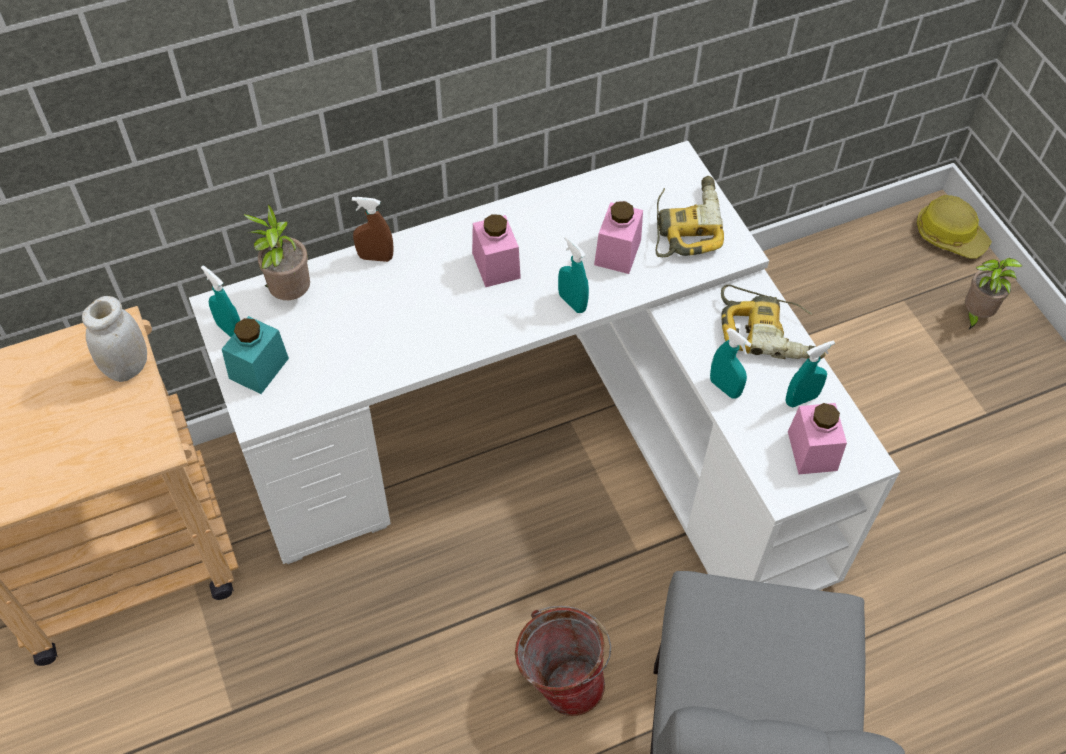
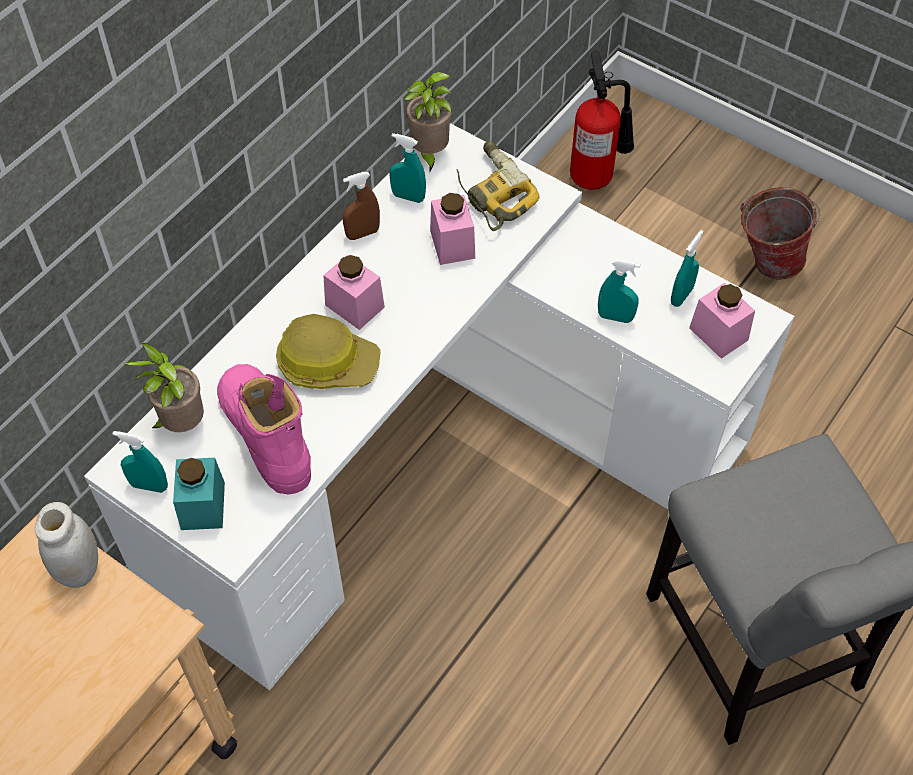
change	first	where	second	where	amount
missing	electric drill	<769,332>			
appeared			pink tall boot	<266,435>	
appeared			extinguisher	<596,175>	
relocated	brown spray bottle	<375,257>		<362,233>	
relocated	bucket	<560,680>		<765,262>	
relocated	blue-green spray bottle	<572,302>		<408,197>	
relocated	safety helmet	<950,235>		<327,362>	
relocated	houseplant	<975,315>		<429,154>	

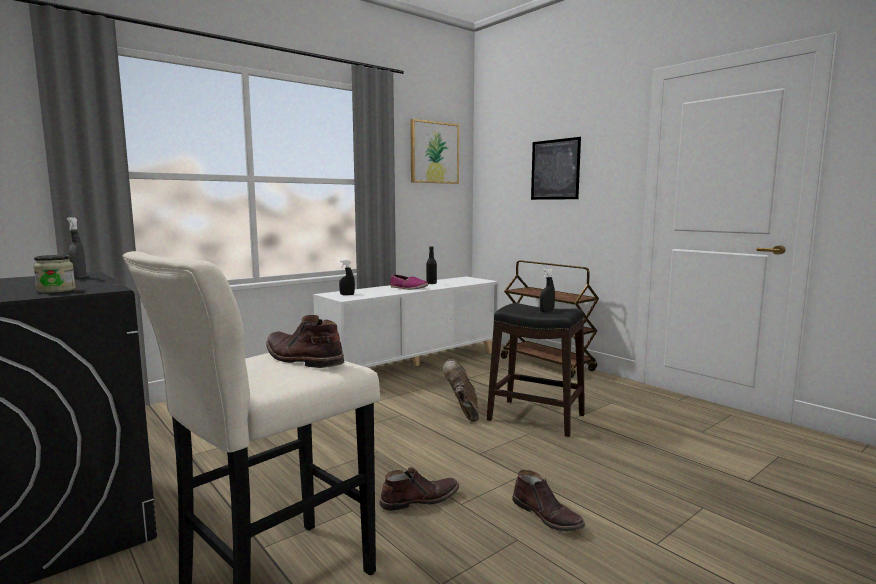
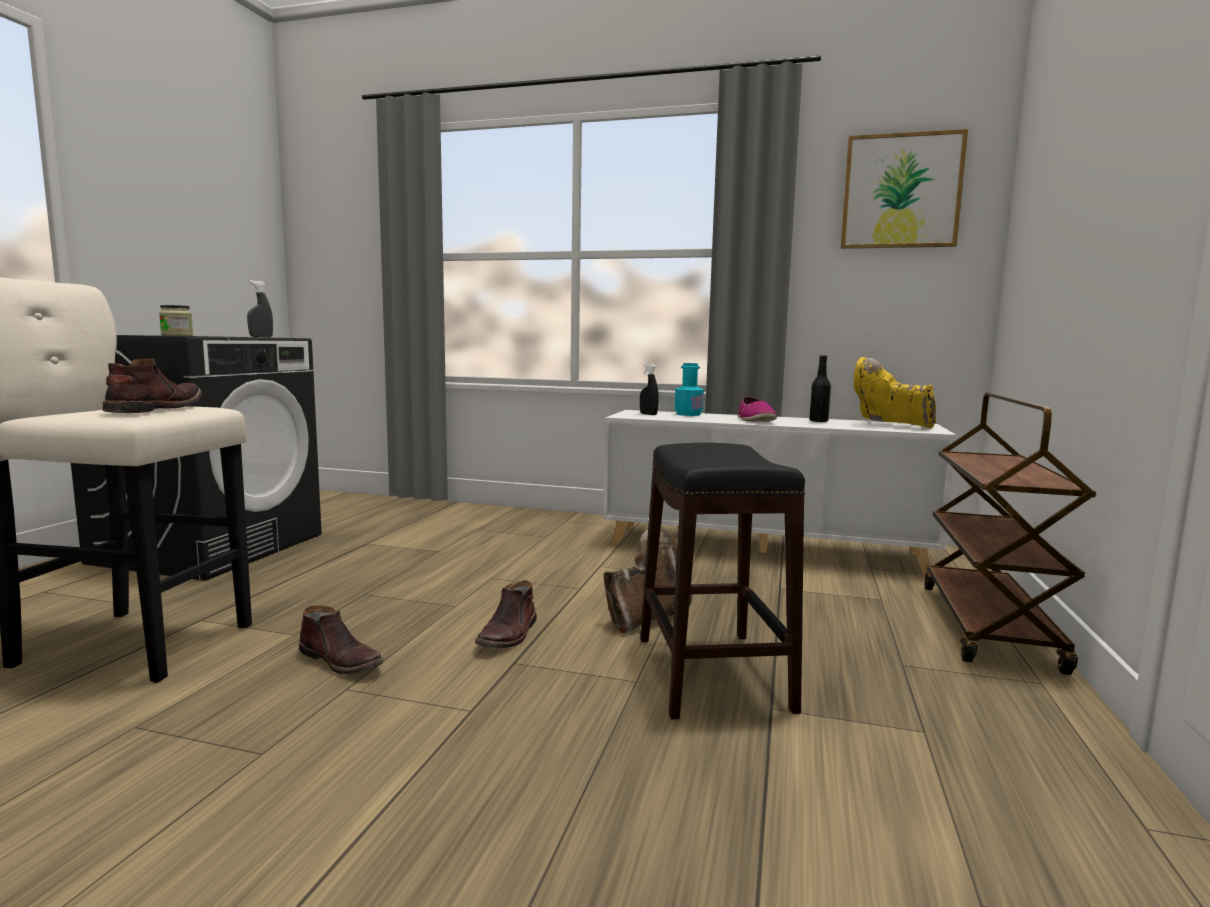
change	first	where	second	where	amount
missing	picture	<555,169>			
missing	blackish spray bottle	<546,311>			
appeared			blue-green drink bottle	<688,414>	
appeared			yellowish tall boot	<890,425>	
relocated	brown tall boot	<547,515>		<509,635>	

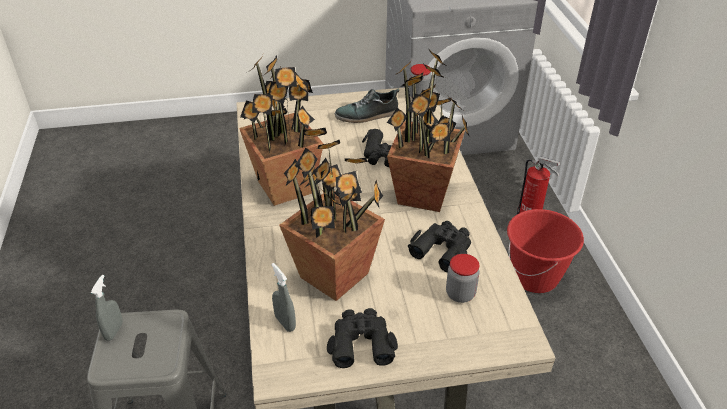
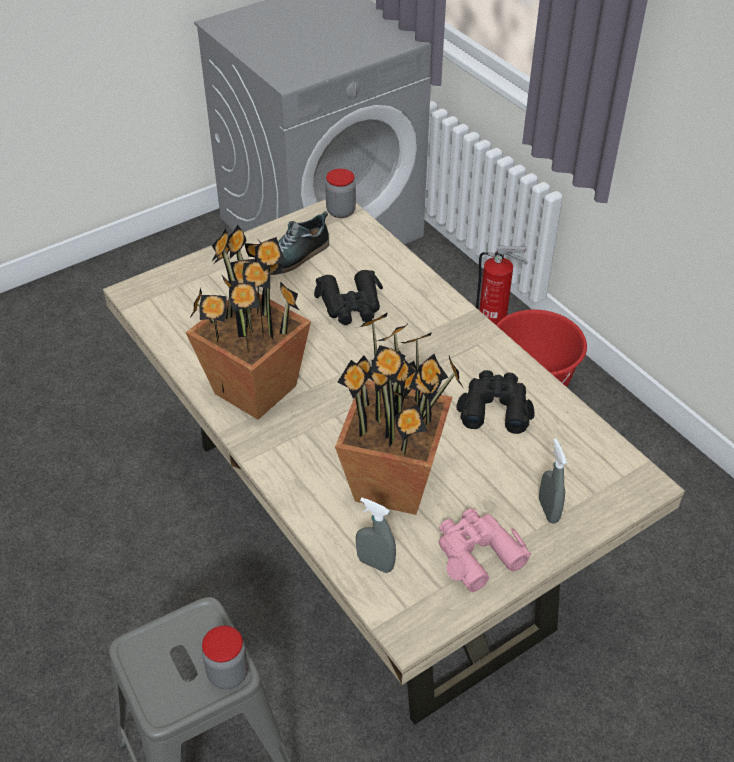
change	first	where	second	where	amount
missing	houseplant	<423,195>			
relocated	gray spray bottle	<114,331>		<548,510>	
relocated	storage jar	<460,294>		<228,674>	
colour	blackish field glasses	<361,342>	pink field glasses	<477,553>	

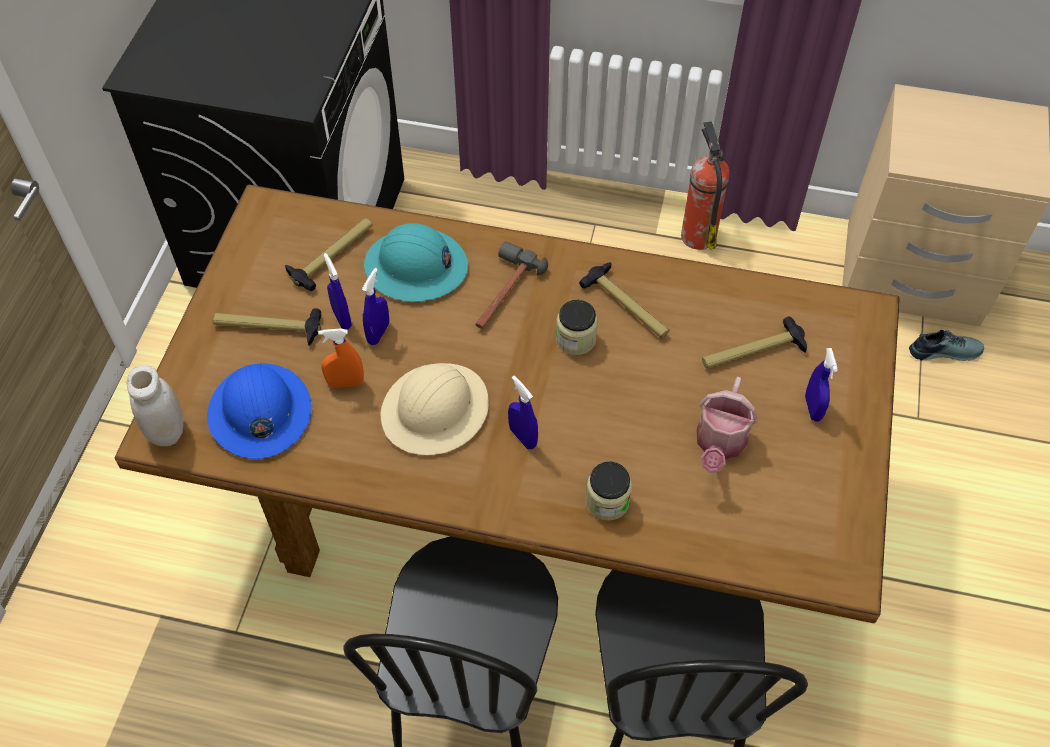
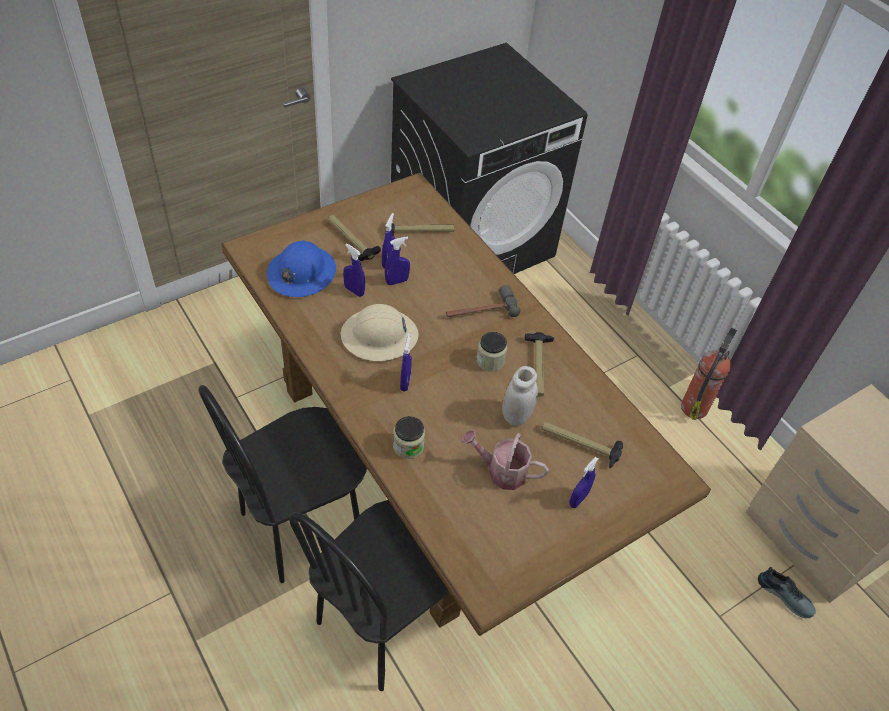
change	first	where	second	where	amount
missing	blue-green safety helmet	<416,267>			
relocated	white storage jar	<167,431>		<516,416>	
colour	orange-coloured spray bottle	<345,383>	blue spray bottle	<354,291>	
spun	watering can	<719,444>		<501,471>	45 degrees clockwise

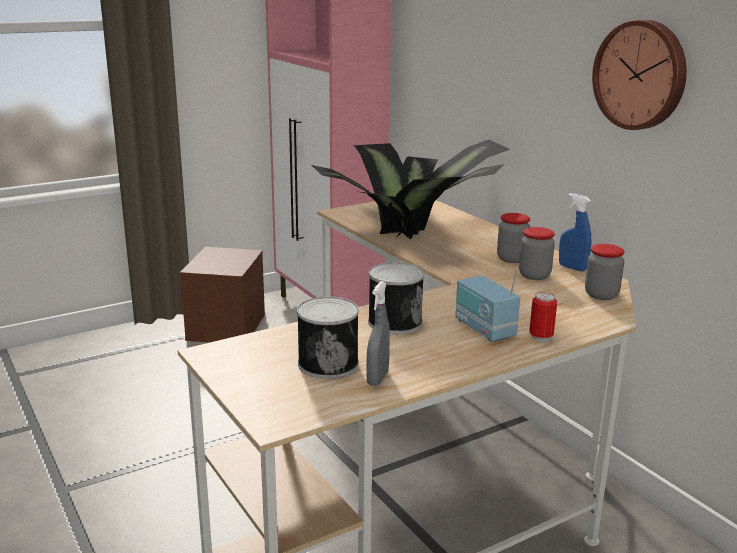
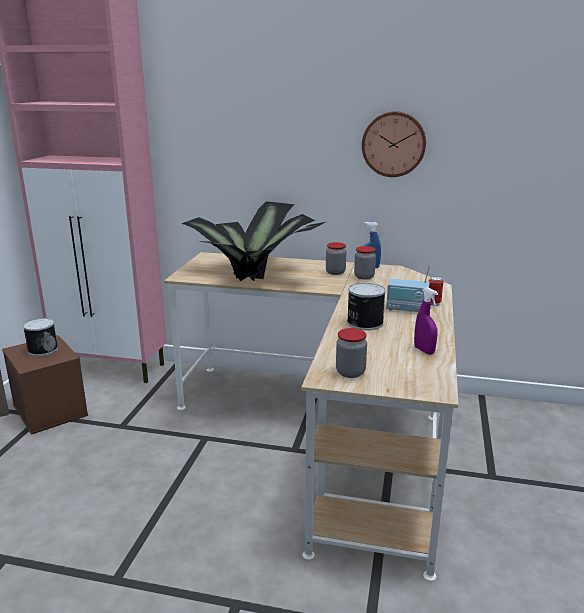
change	first	where	second	where	amount
relocated	sealed can	<328,363>		<42,349>	
relocated	storage jar	<601,295>		<350,372>	
colour	gray spray bottle	<377,378>	purple spray bottle	<424,351>	

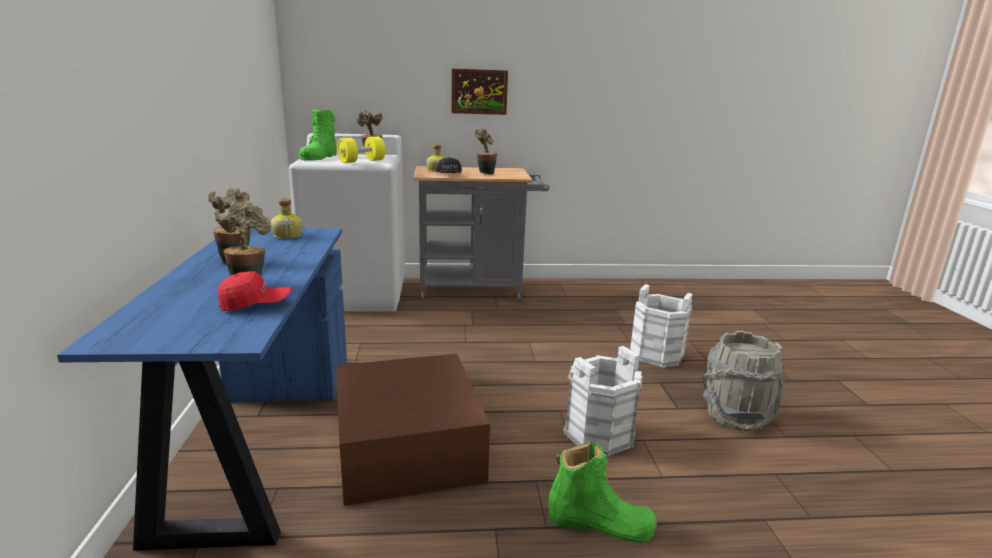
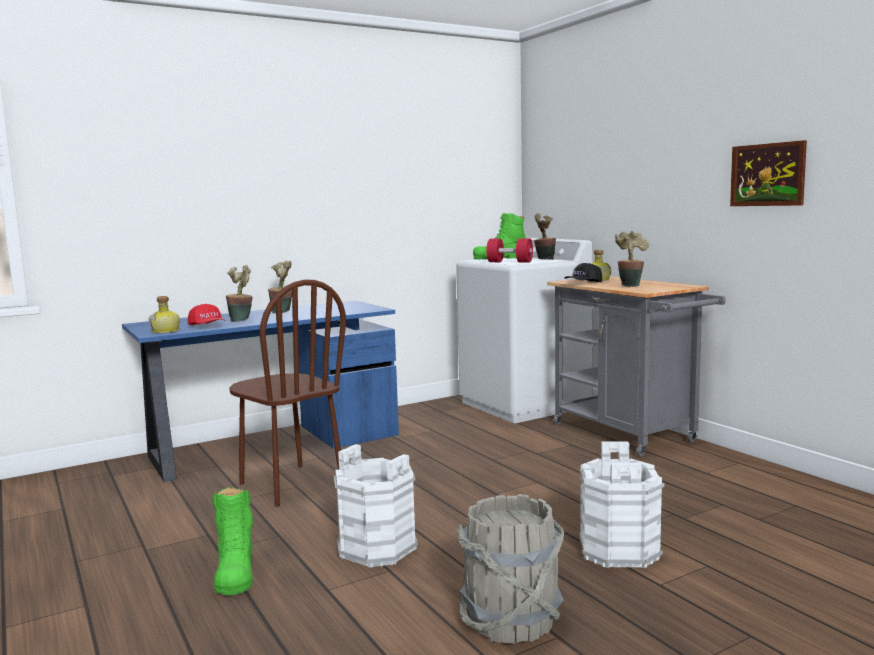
change	first	where	second	where	amount
relocated	drink bottle	<288,235>		<166,331>	
relocated	picture	<479,91>		<767,175>	
exchanged	brown storage box	<408,447>	brown chair	<290,484>	
colour	yellowish hand weight	<361,161>	reddish hand weight	<509,262>	

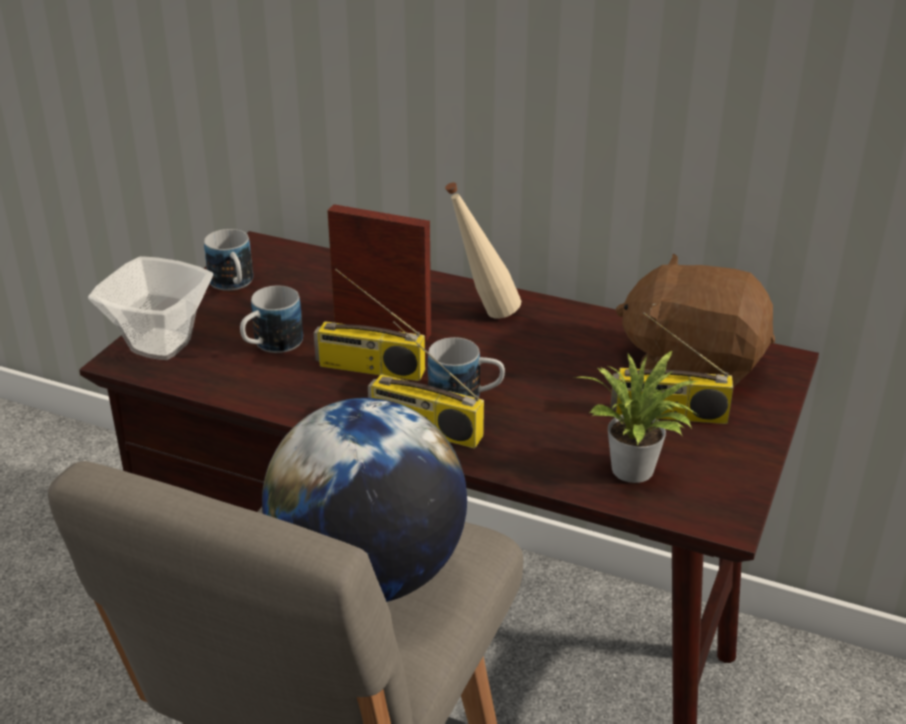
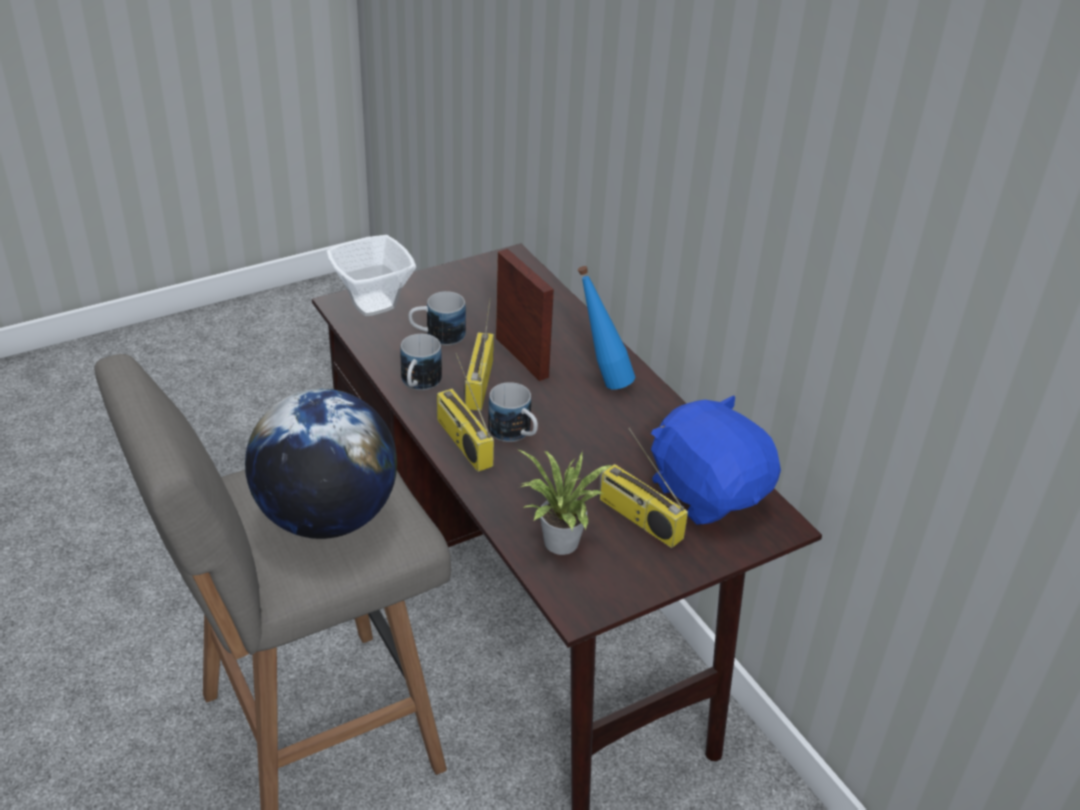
change	first	where	second	where	amount
relocated	coffee mug	<234,285>		<418,384>	
colour	beige-coloured drink bottle	<483,315>	blue drink bottle	<602,380>	
colour	brown cuddly toy	<693,363>	blue cuddly toy	<708,491>	
spun	radio	<369,369>		<478,382>	45 degrees clockwise

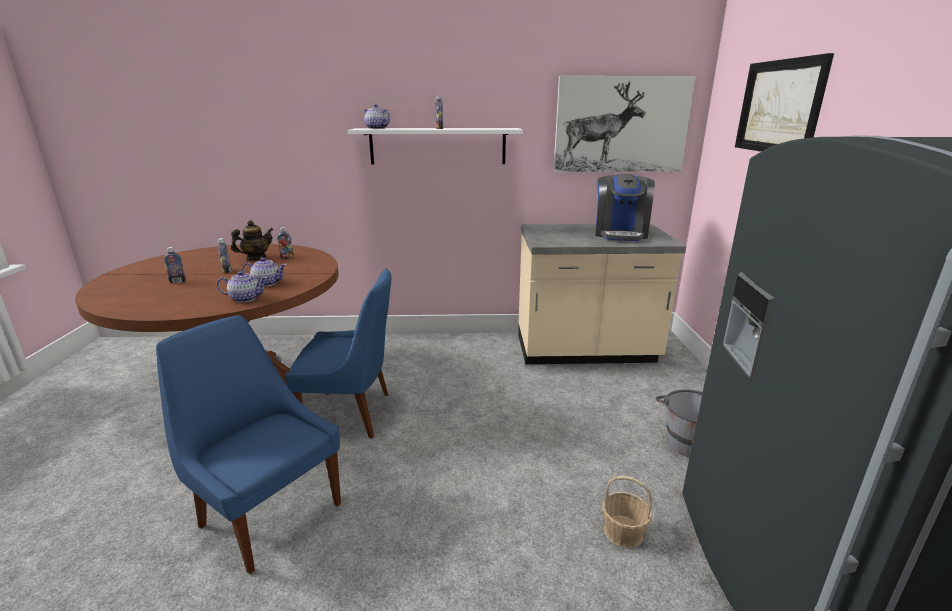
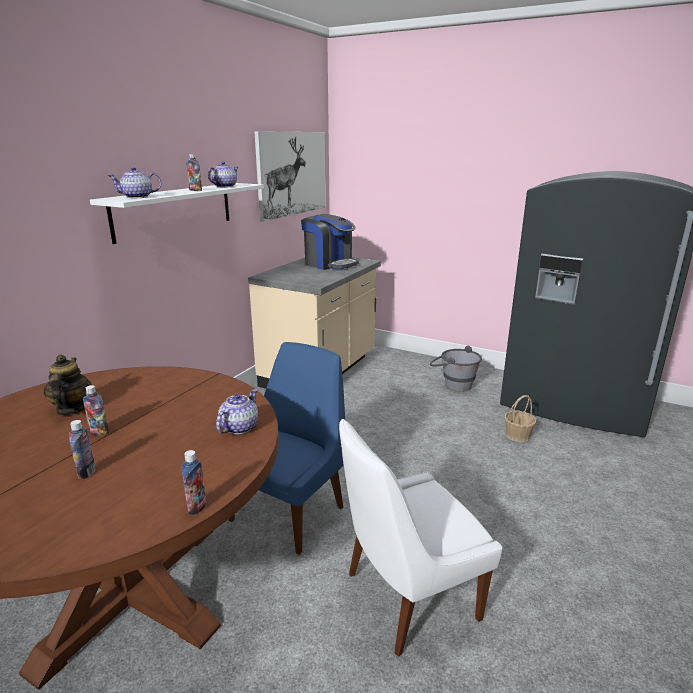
change	first	where	second	where	amount
missing	picture	<779,107>			
relocated	pot for tea	<267,283>		<224,186>	
relocated	drink bottle	<287,258>		<197,507>	
colour	blue chair	<268,512>	white chair	<406,597>	

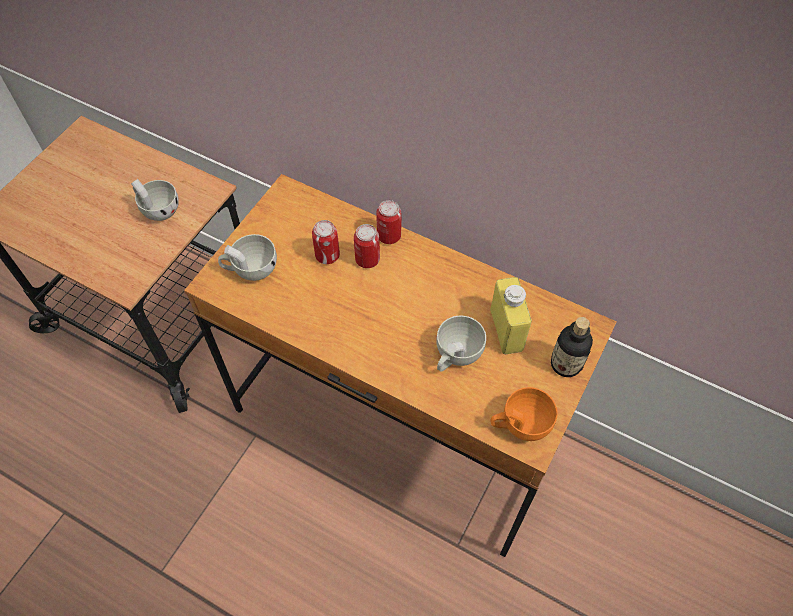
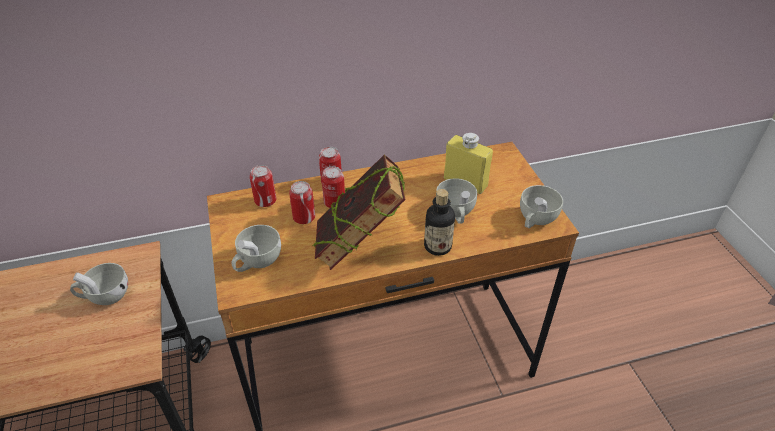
change	first	where	second	where	amount
appeared			sealed can	<265,201>	
appeared			book	<359,247>	
relocated	drink bottle	<565,364>		<437,246>	
colour	orange-coloured drinking cup	<520,424>	white drinking cup	<535,220>	

